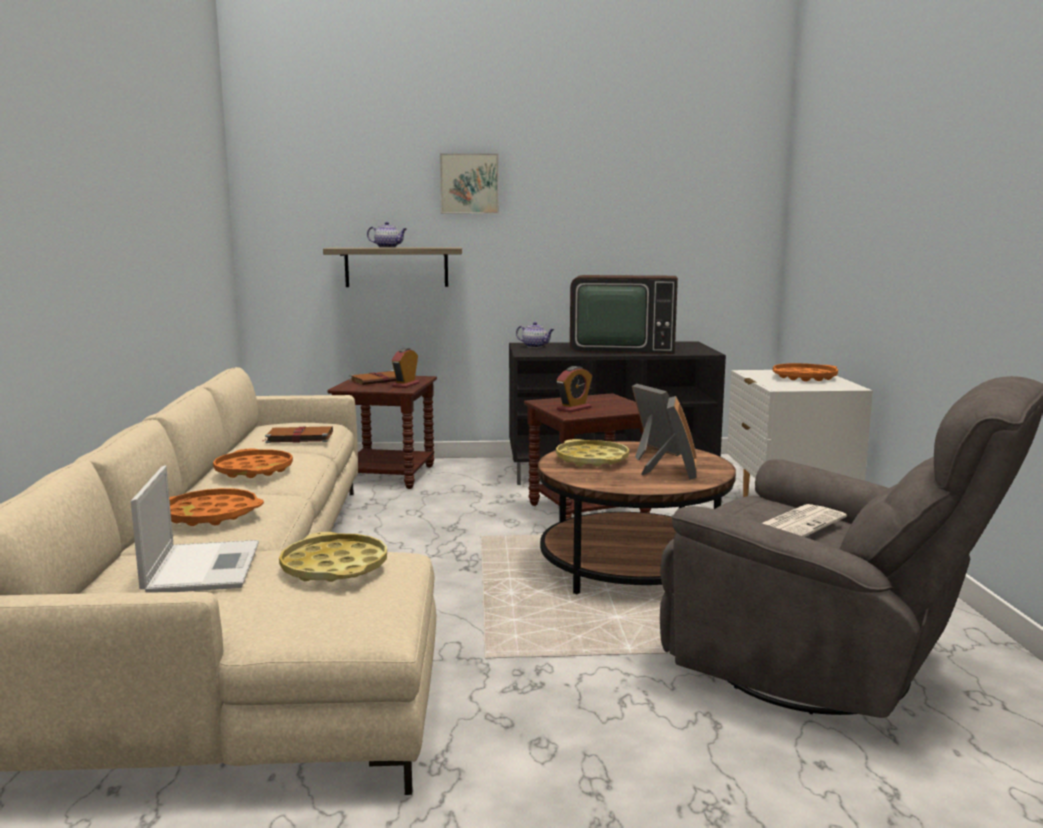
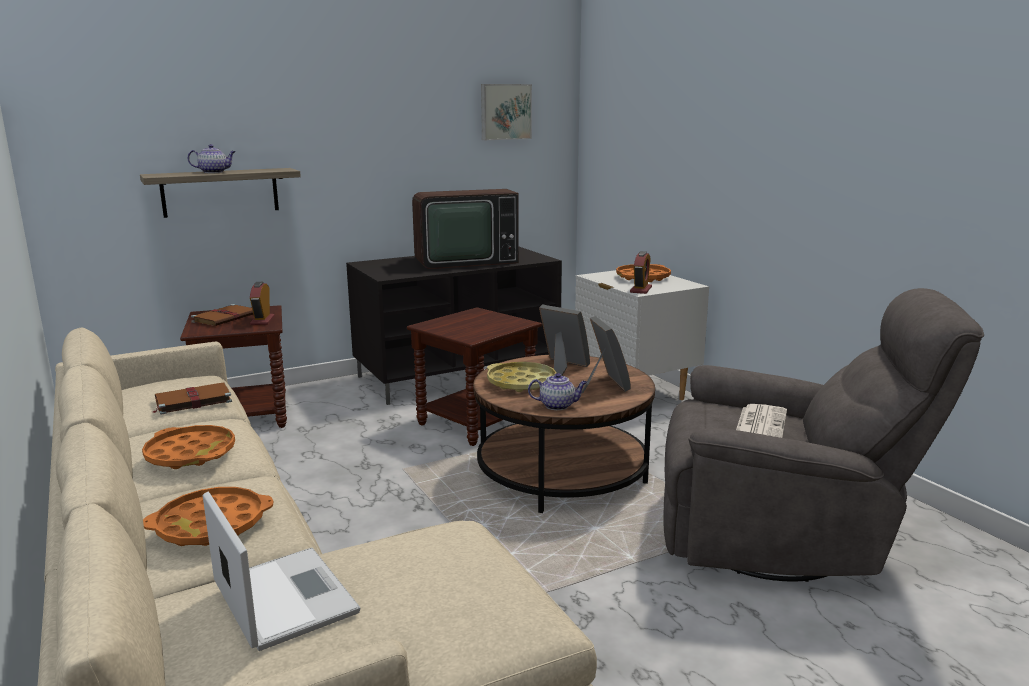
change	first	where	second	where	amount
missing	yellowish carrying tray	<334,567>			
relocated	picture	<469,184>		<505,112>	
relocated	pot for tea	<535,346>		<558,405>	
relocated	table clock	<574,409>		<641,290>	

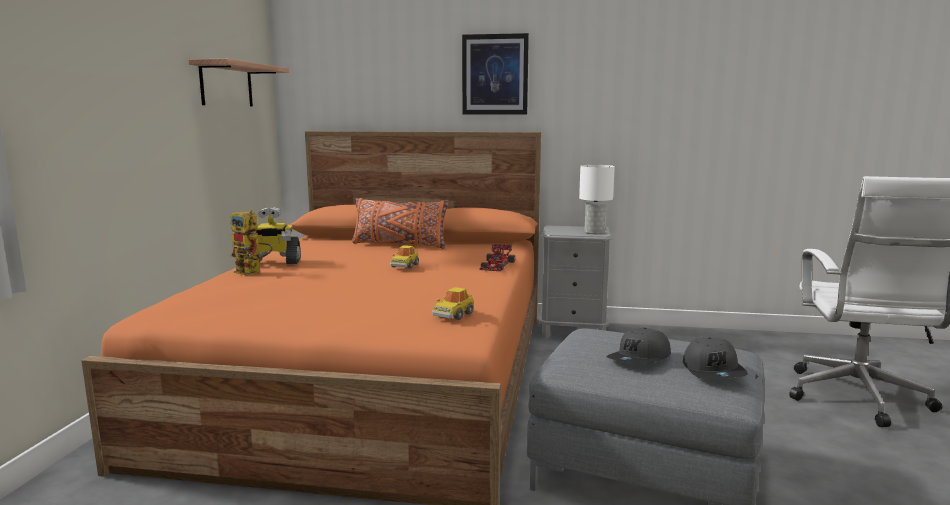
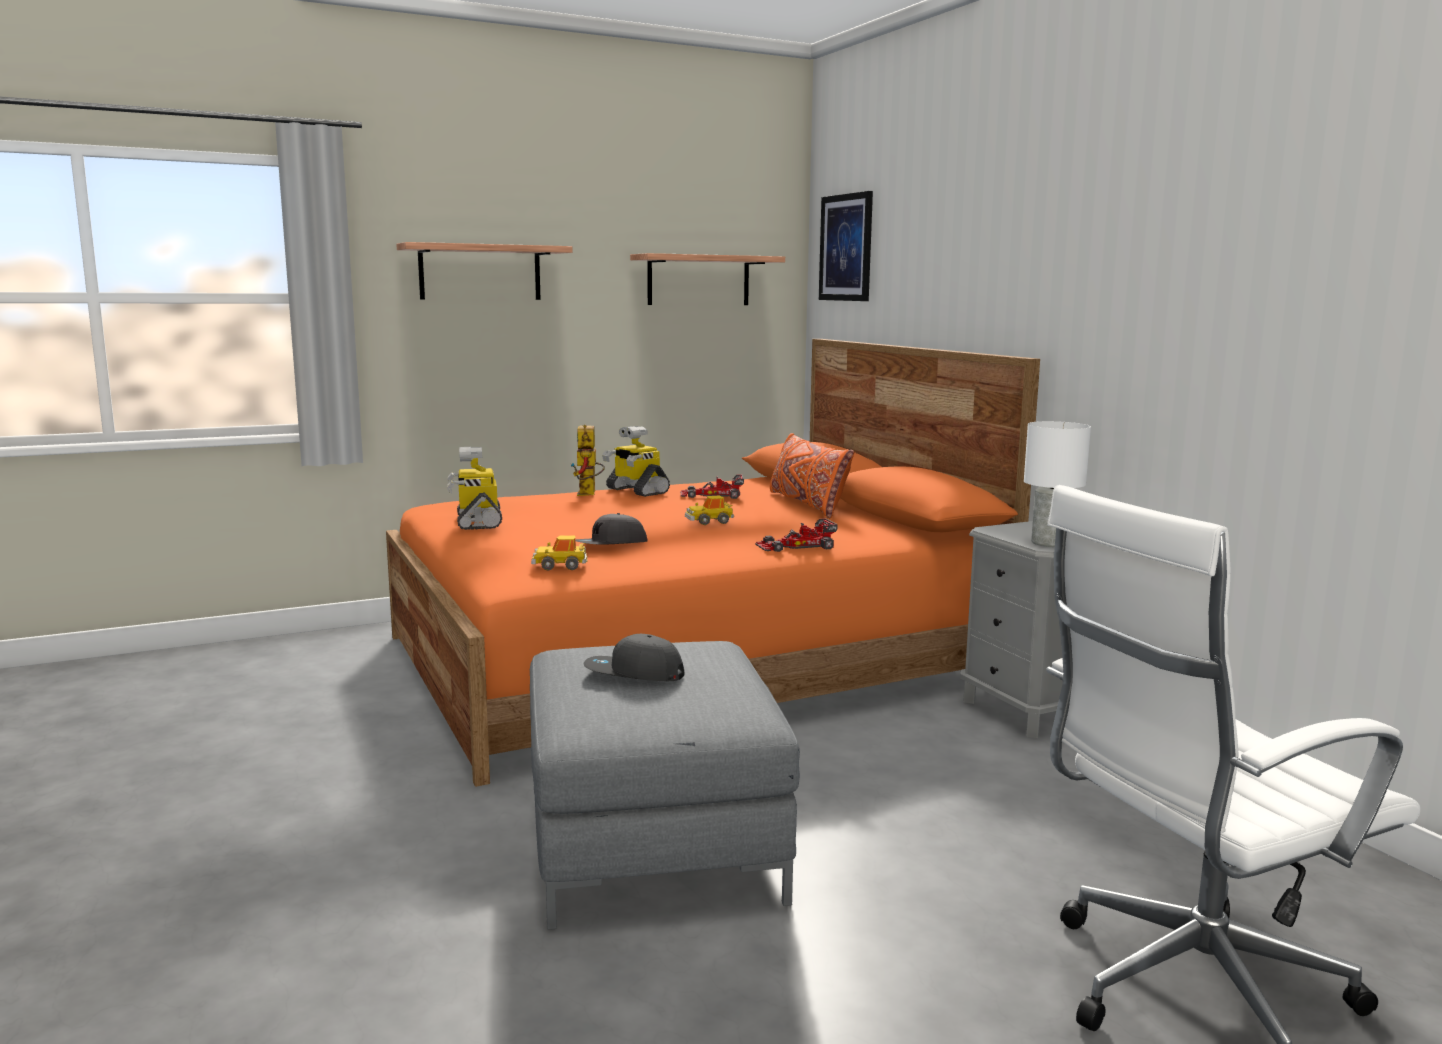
change	first	where	second	where	amount
appeared			wall shelf	<480,272>	
appeared			model robot	<477,522>	
appeared			toy car	<712,495>	
relocated	picture	<495,75>		<846,248>	
relocated	gray baseball cap	<714,371>		<610,545>	

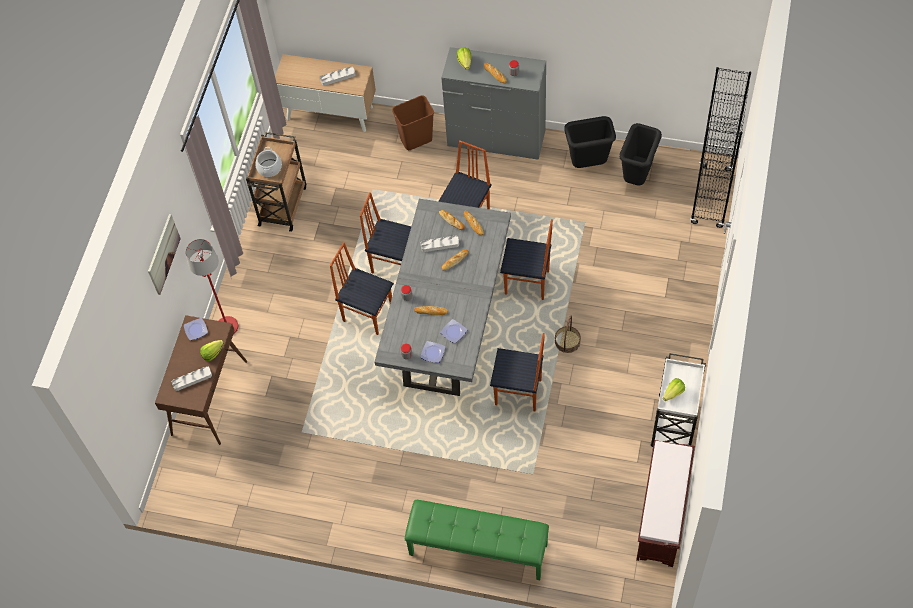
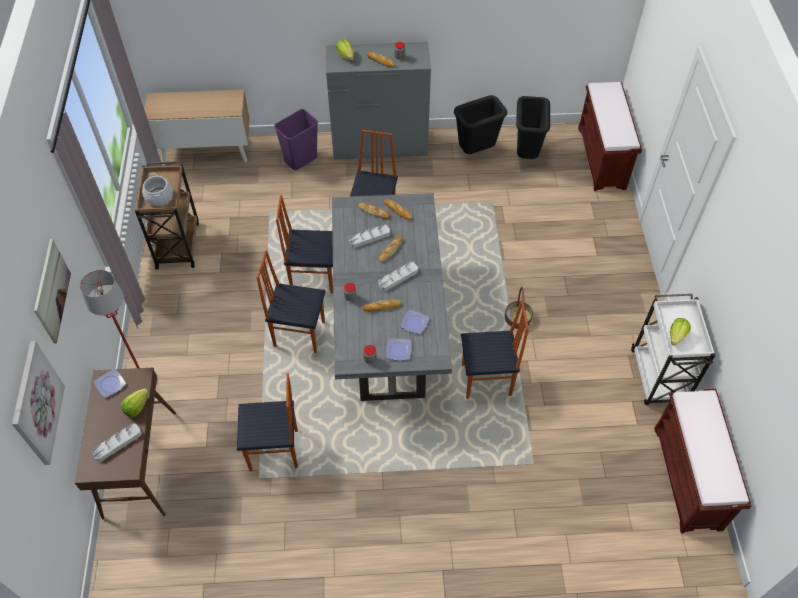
change	first	where	second	where	amount
missing	greenish long seat	<478,550>			
appeared			picture	<36,404>	
relocated	gray carrying tray	<338,77>		<398,278>	
relocated	chair	<527,283>		<274,451>	
exchanged	blackish bookcase	<711,197>	brown long seat	<602,158>	
colour	brown waste bin	<416,140>	purple waste bin	<300,160>	

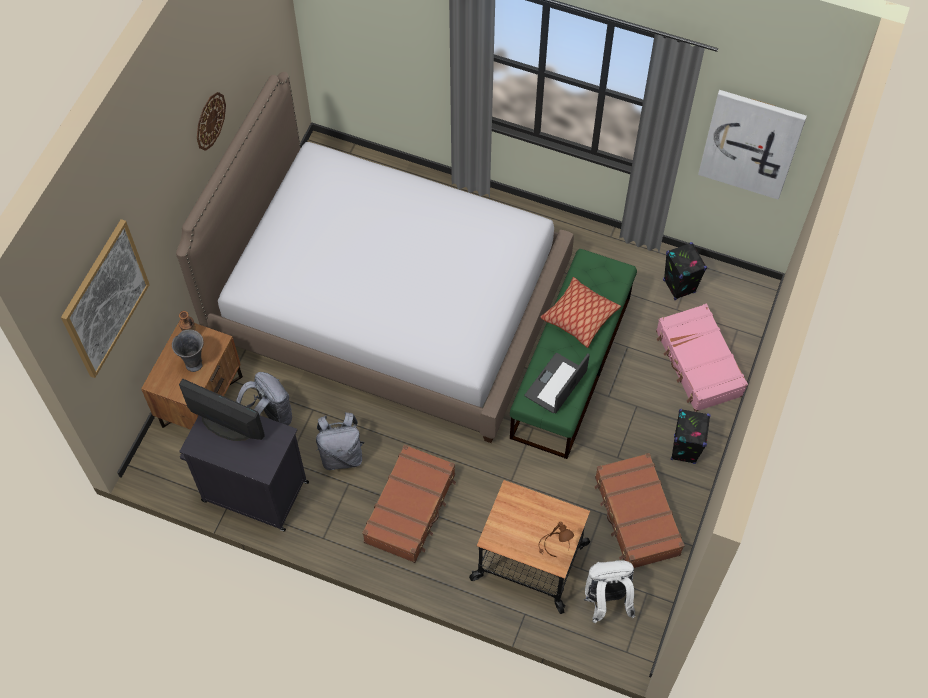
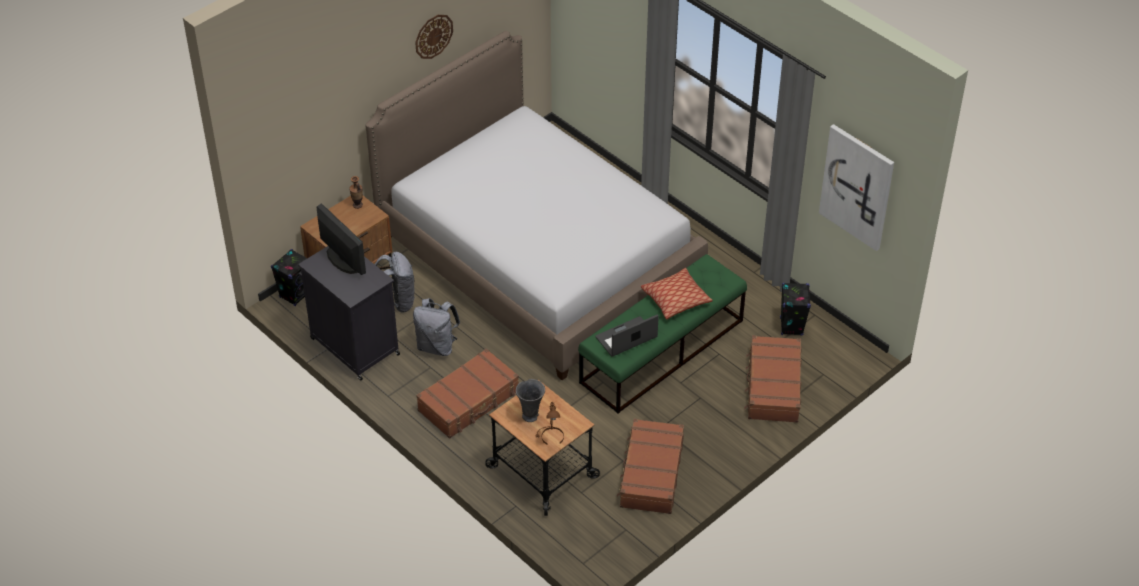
change	first	where	second	where	amount
missing	picture	<105,299>			
missing	white knapsack	<606,600>			
relocated	gray flower vase	<194,363>		<531,415>	
relocated	blackish audio speaker	<684,449>		<295,295>	
colour	pink travel case	<698,364>	brown travel case	<773,386>	

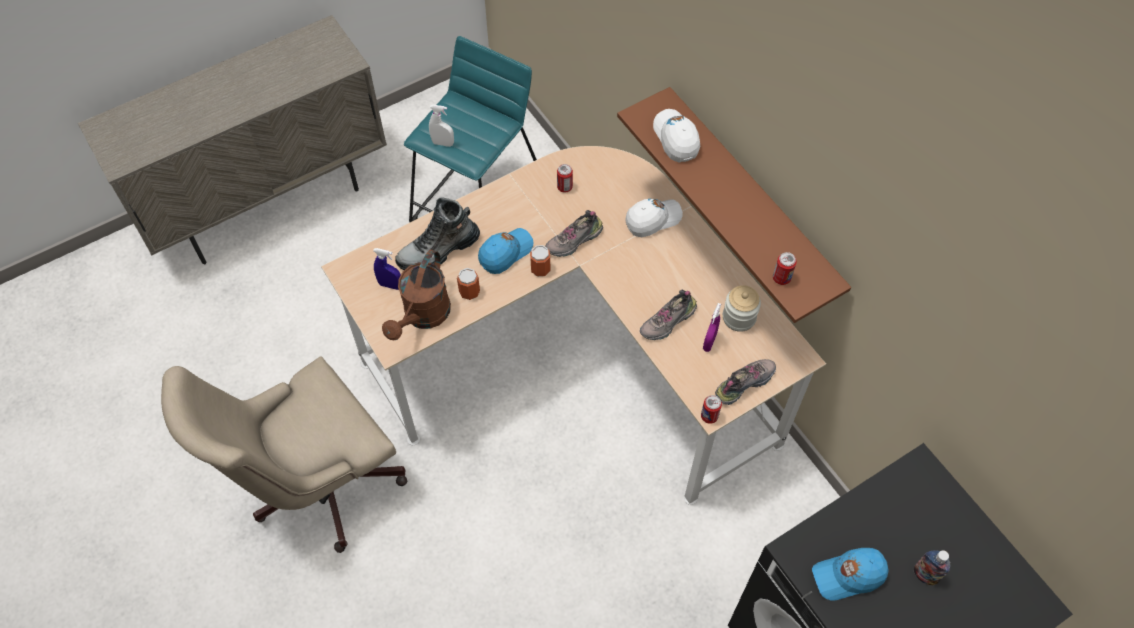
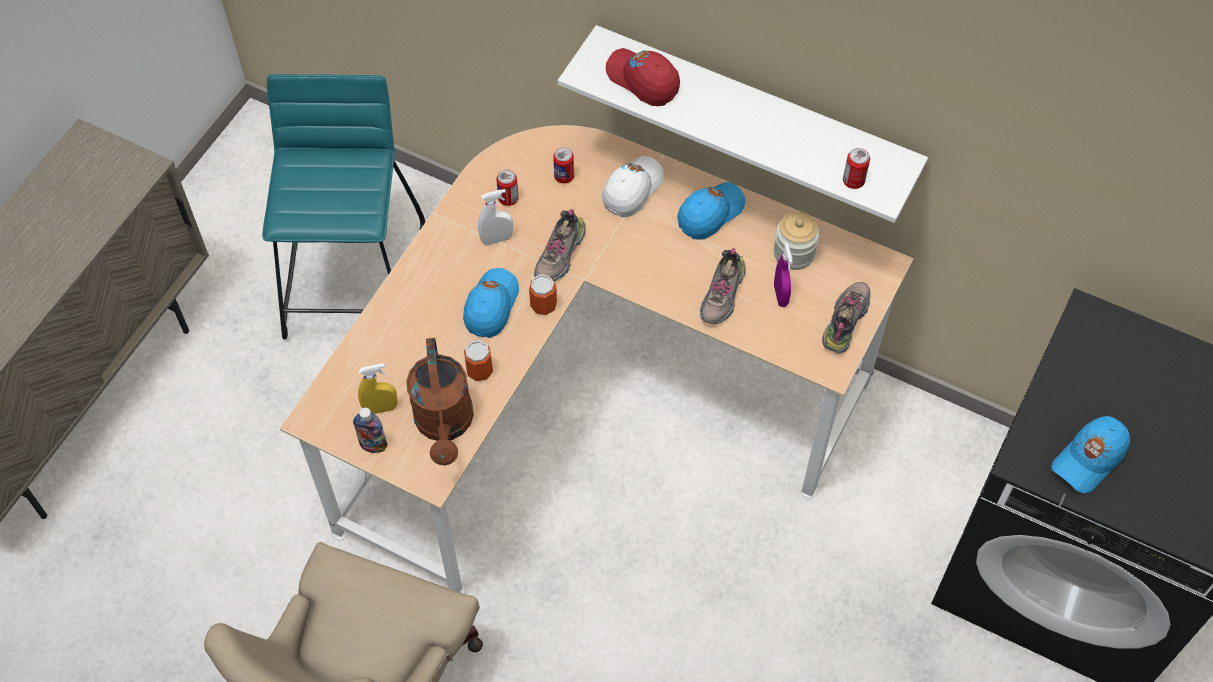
change	first	where	second	where	amount
missing	tall boot	<438,251>			
appeared			blue baseball cap	<710,214>	
relocated	white spray bottle	<443,143>		<497,239>	
relocated	sealed can	<709,416>		<564,177>	
relocated	drink bottle	<924,575>		<373,445>	
colour	blue spray bottle	<390,285>	yellowish spray bottle	<380,408>	
colour	brown wall shelf	<750,200>	white wall shelf	<754,114>	
colour	white baseball cap	<676,139>	reddish baseball cap	<643,80>	

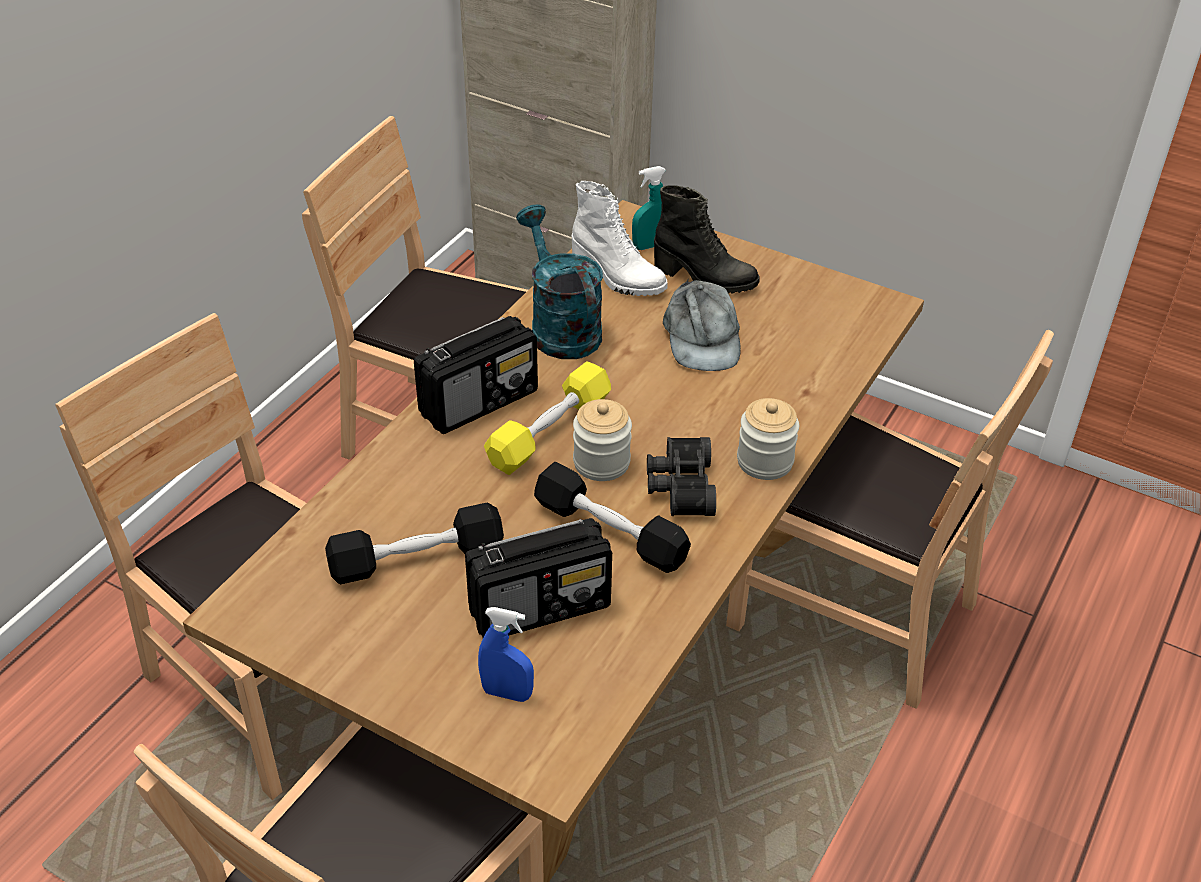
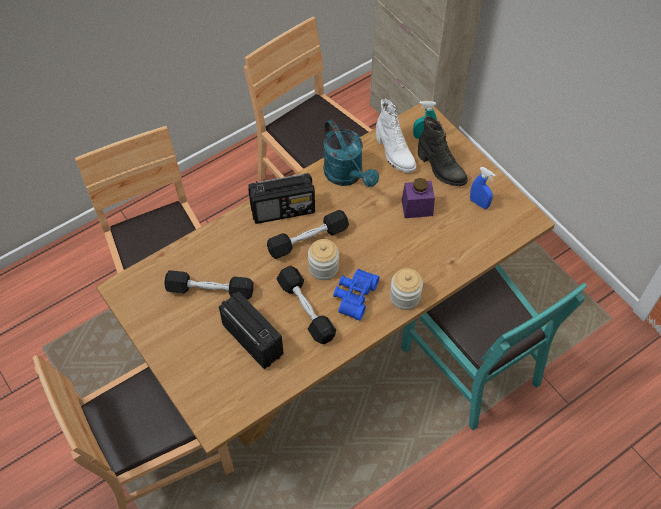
change	first	where	second	where	amount
relocated	blue spray bottle	<507,693>		<479,203>	
exchanged	gray baseball cap	<701,337>	purple storage jar	<417,207>	
colour	yellowish hand weight	<549,431>	blackish hand weight	<308,240>	
colour	blackish field glasses	<679,486>	blue field glasses	<353,296>	
colour	brown chair	<852,611>	blue-green chair	<471,364>	
spun	radio	<541,607>		<252,339>	135 degrees counterclockwise
spun	blue-green watering can	<560,327>		<347,176>	150 degrees clockwise

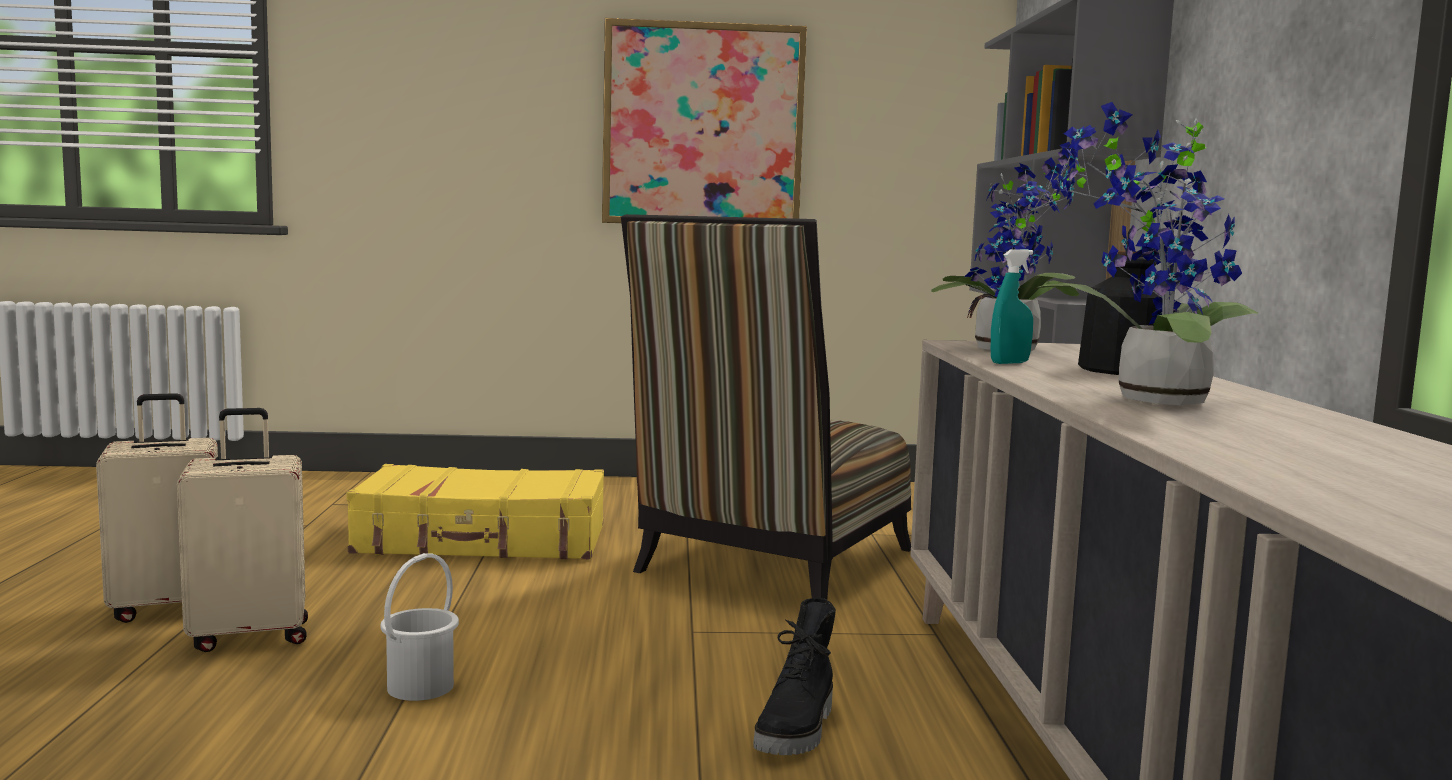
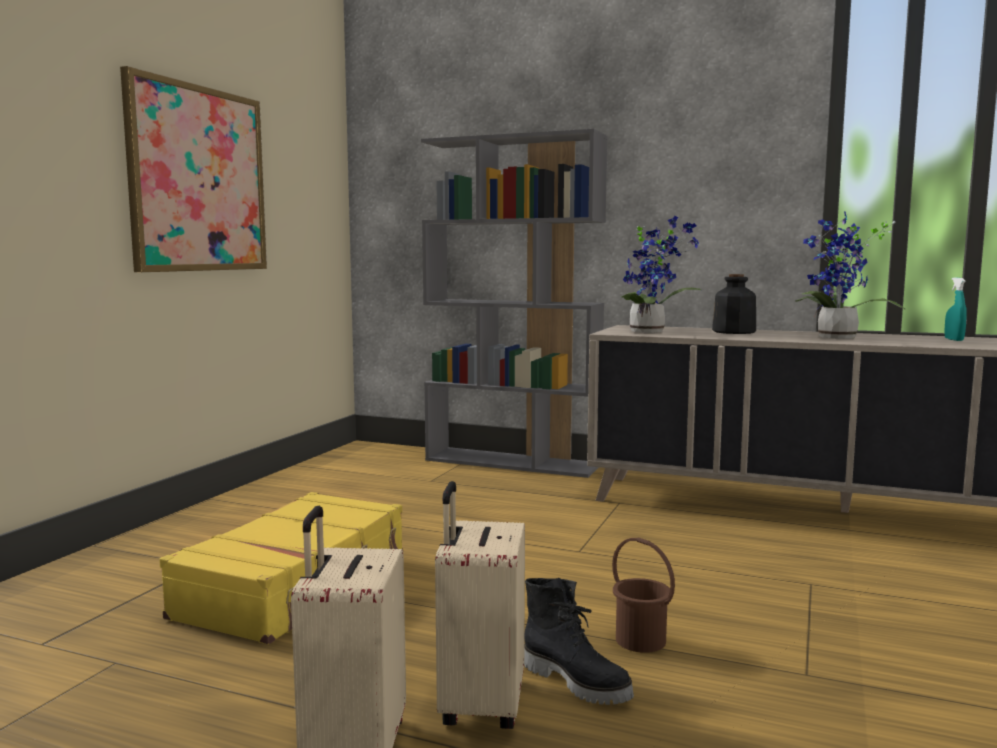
change	first	where	second	where	amount
missing	chair	<768,565>			
relocated	blackish tall boot	<798,731>		<578,682>	
relocated	blue-green spray bottle	<1009,363>		<953,339>	
colour	white bucket	<421,687>	brown bucket	<640,640>	

